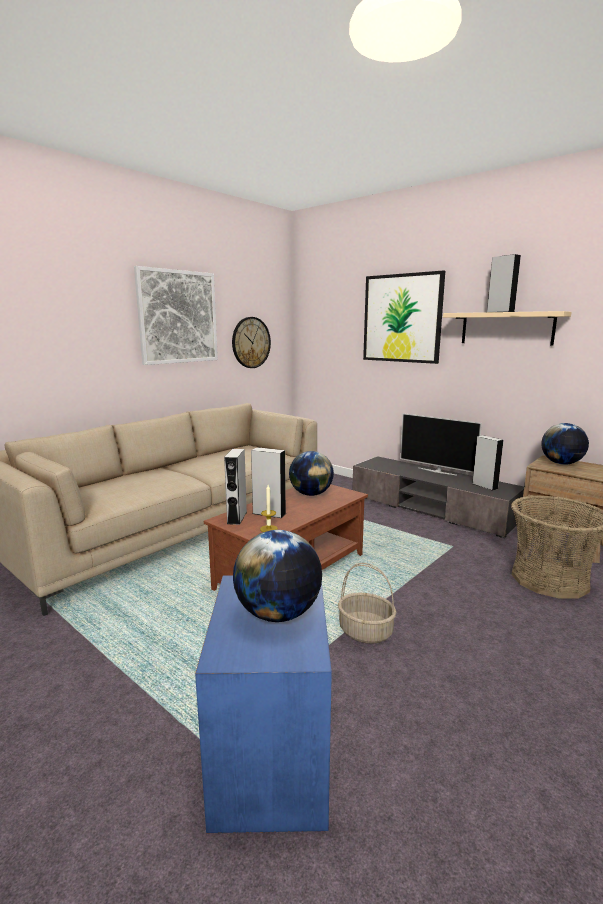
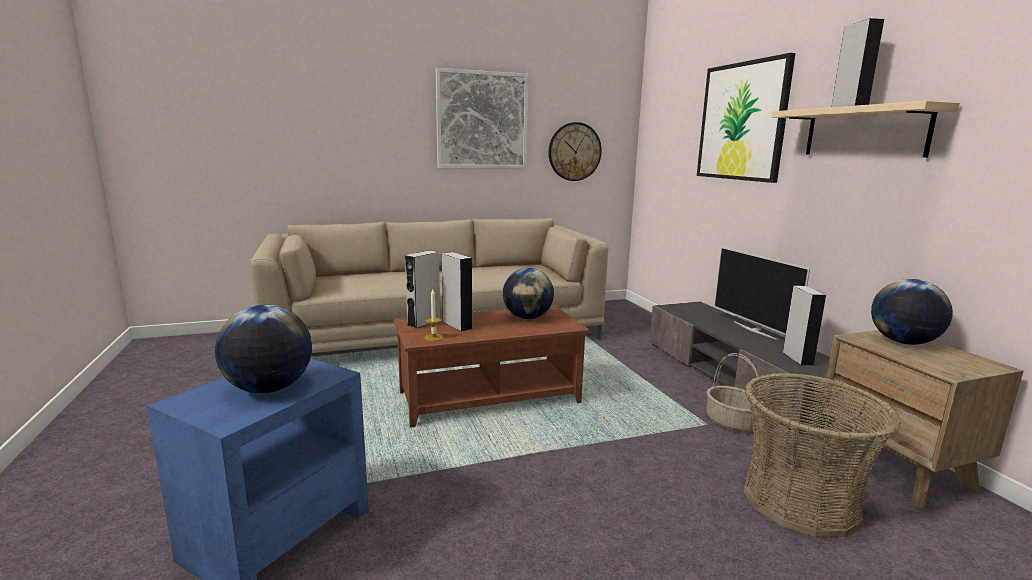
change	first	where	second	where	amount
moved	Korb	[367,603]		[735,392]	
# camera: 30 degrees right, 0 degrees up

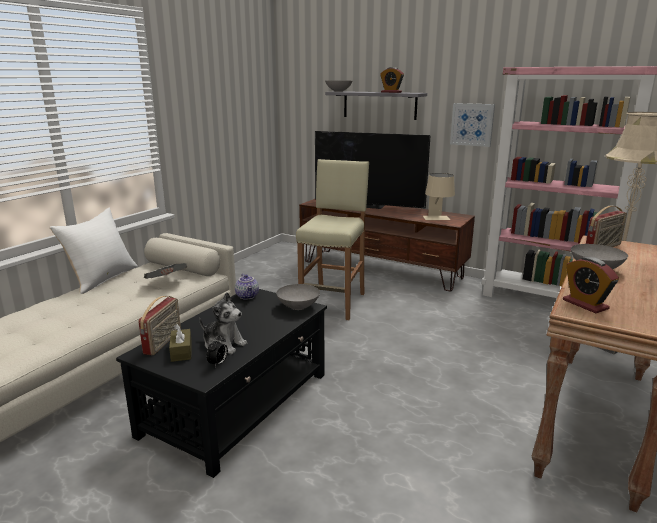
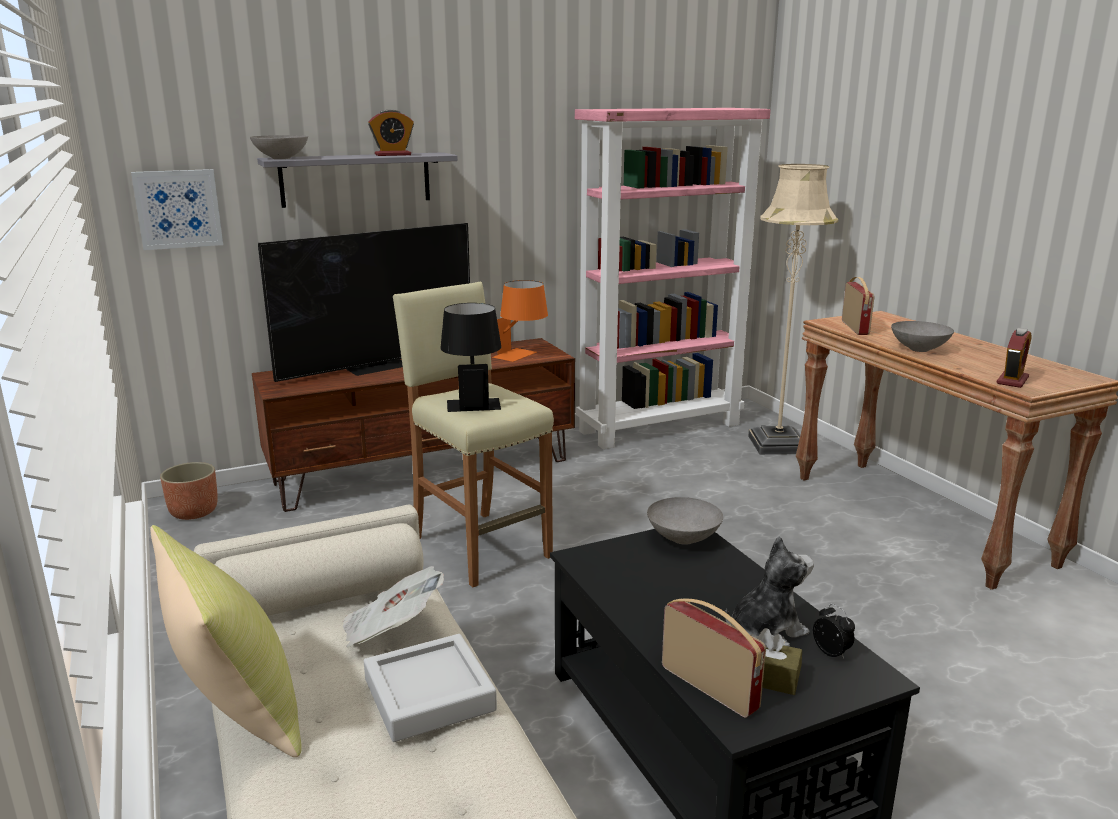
change	first	where	second	where	amount
moved	Bild	[472,125]		[177,209]	
recoloured	Tischlampe [beige]	[439,196]	Tischlampe [orange]	[520,321]	
recoloured	Kissen [weiß]	[94,251]	Kissen [gelb]	[226,641]	
turned	Wecker	[591,285]		[1014,358]	60 degrees counterclockwise
removed	Teekanne	[247,286]			
added			Tischlampe [schwarz]	[470,357]	
added			Pflanzkübel	[189,491]	
added			Tablett [grau]	[430,688]	
# camera: 55 degrees left, 0 degrees up

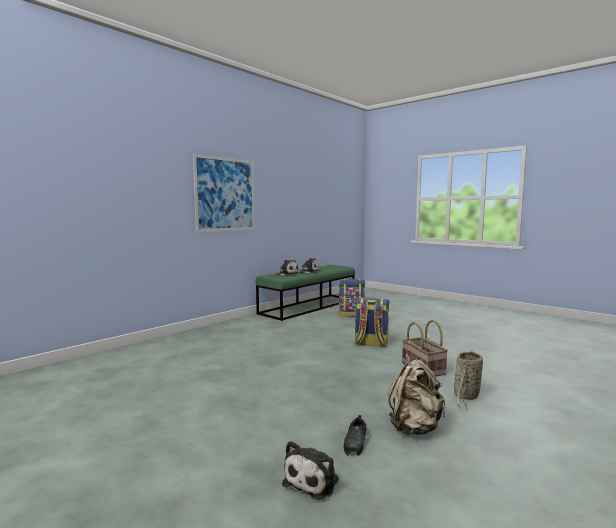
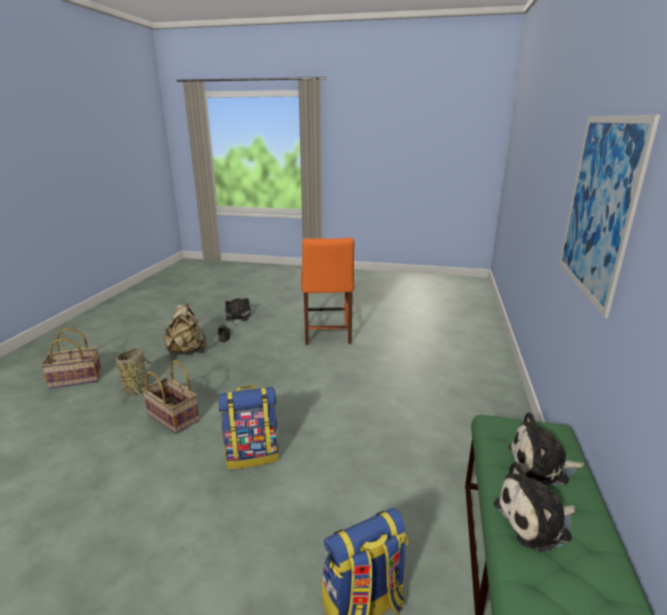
change	first	where	second	where	amount
added			Stuhl [orange]	[327,291]	
added			Korb	[71,358]	
# camera: 150 degrees right, 15 degrees up

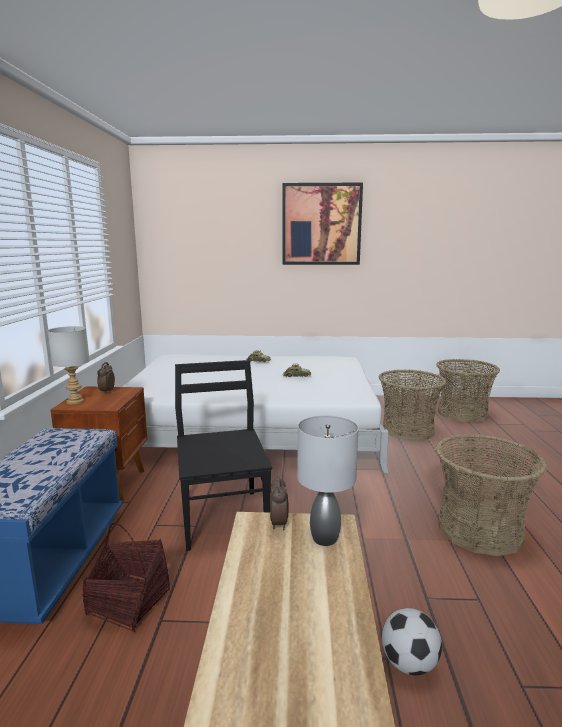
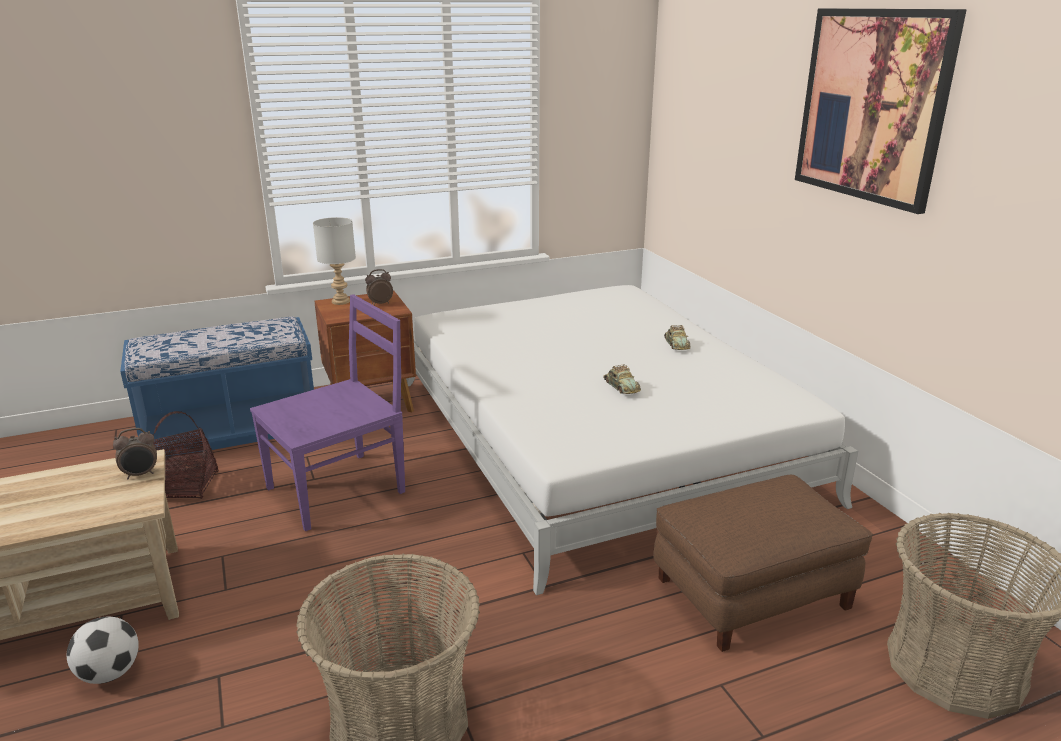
change	first	where	second	where	amount
recoloured	Stuhl [schwarz]	[223,455]	Stuhl [lila]	[327,412]	
replaced	Korb	[412,405]	Polsterhocker [braun]	[763,563]	
removed	Tischlampe [grau]	[328,480]			
# camera: 65 degrees right, 10 degrees up

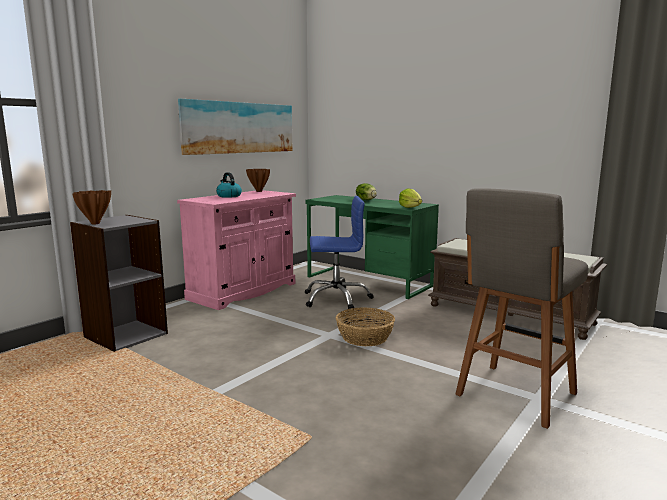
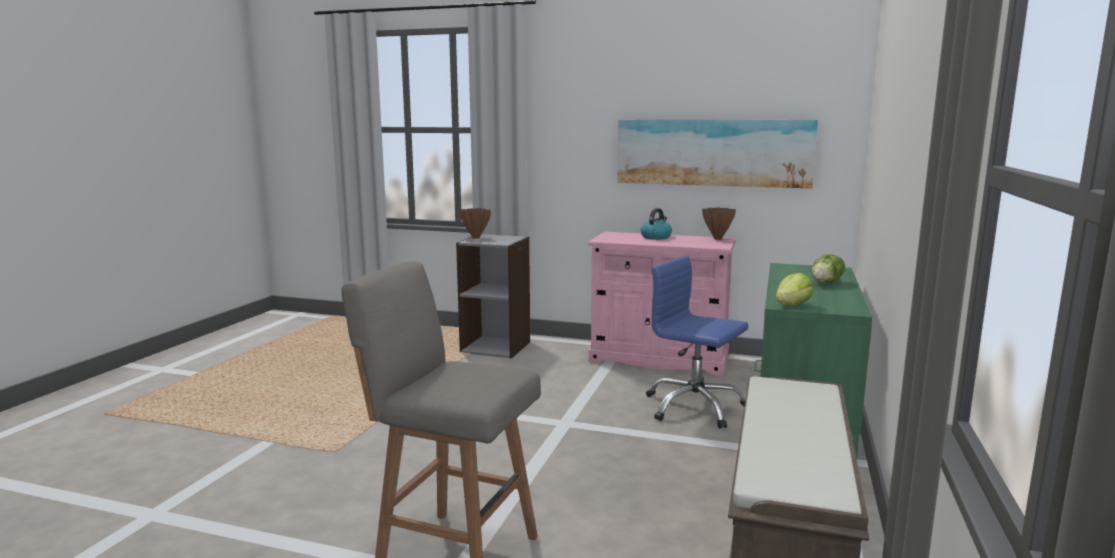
change	first	where	second	where	amount
turned	Bürostuhl [blau]	[339,252]		[697,342]	150 degrees clockwise
removed	Korb	[365,326]			
# camera: 70 degrees right, 0 degrees up

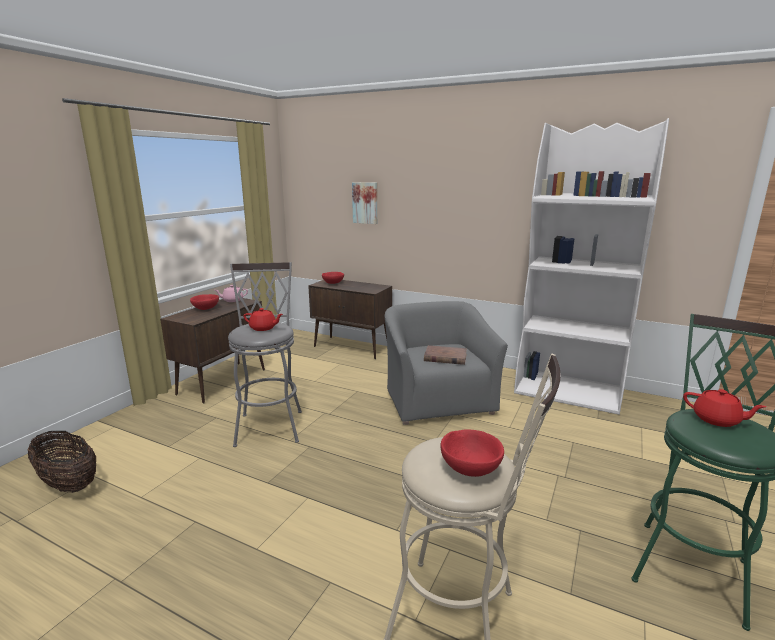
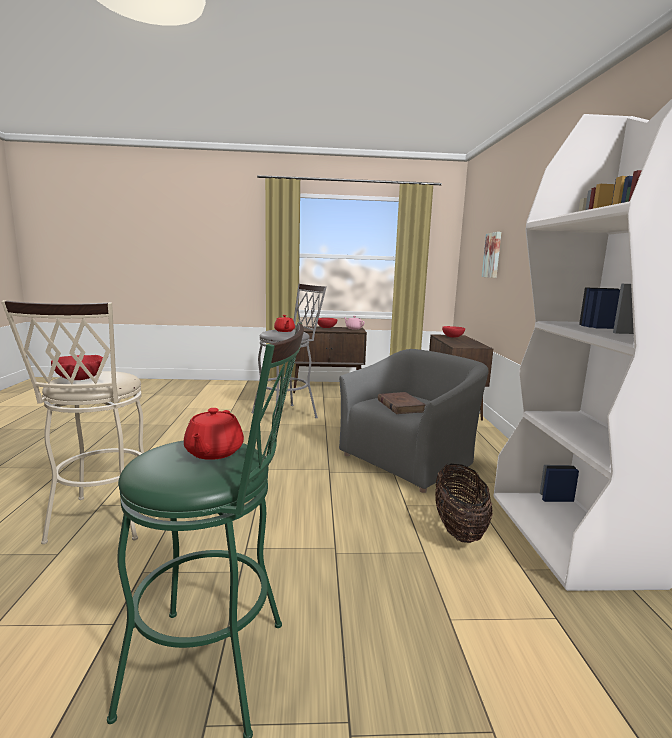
change	first	where	second	where	amount
moved	Korb	[62,462]		[464,503]	
# camera: 60 degrees right, 5 degrees down

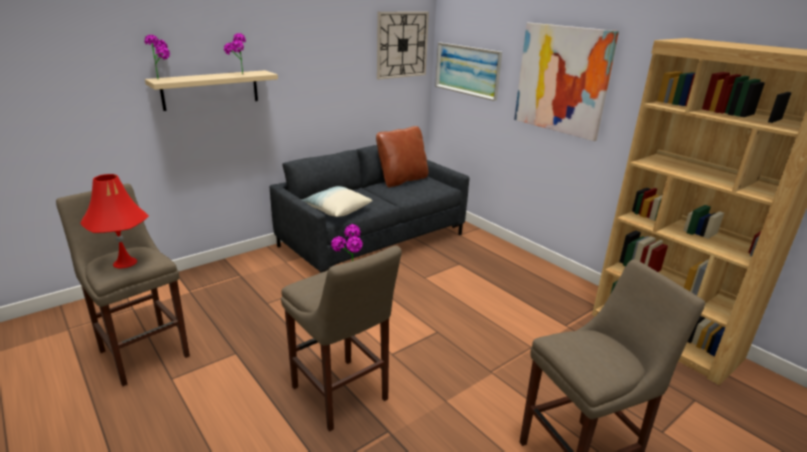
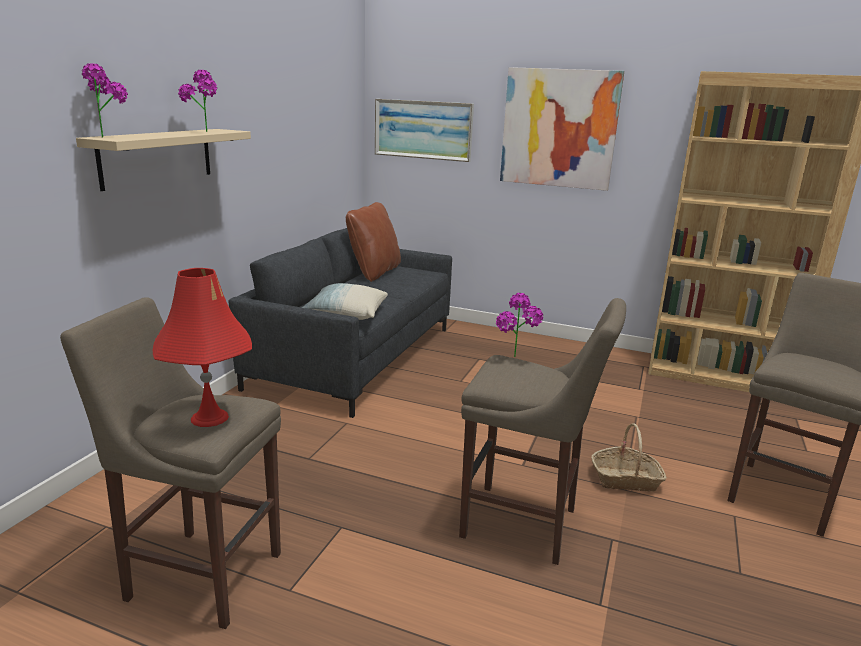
change	first	where	second	where	amount
removed	Wanduhr	[403,46]			
added			Korb	[629,457]	
# camera: 30 degrees left, 5 degrees down

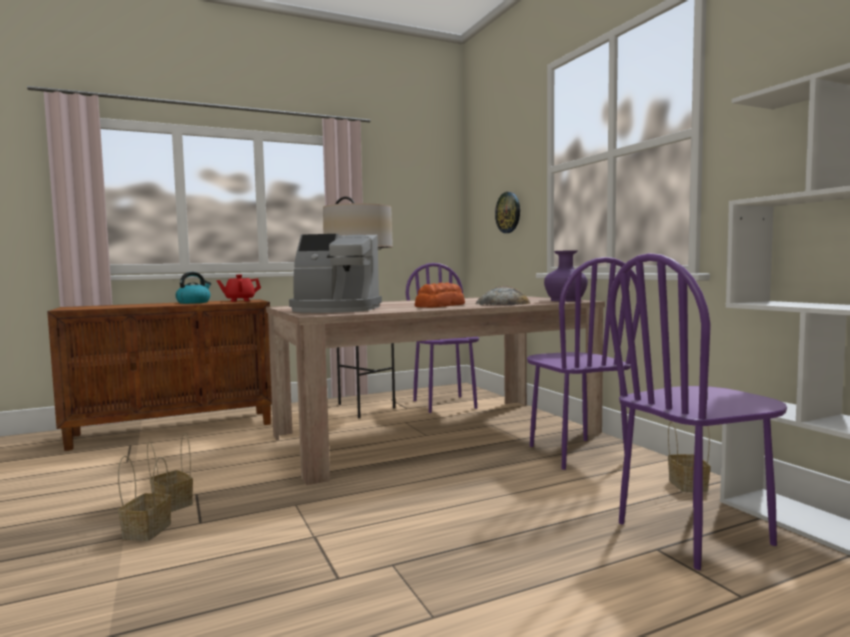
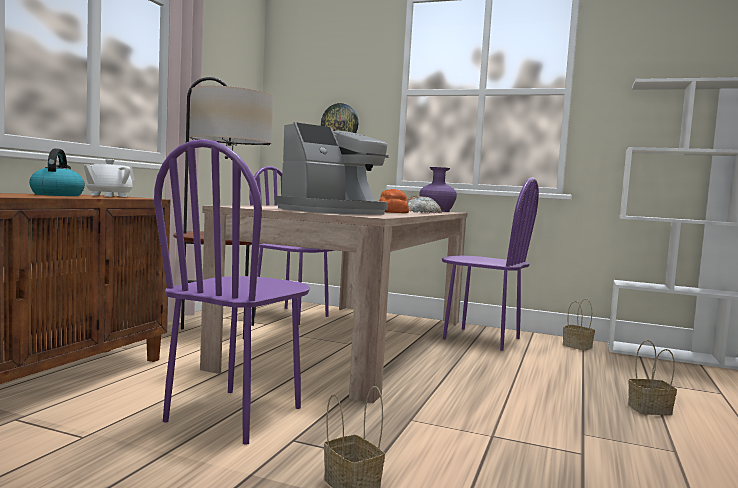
change	first	where	second	where	amount
moved	Stuhl [lila]	[697,411]		[232,292]	
recoloured	Teekanne [rot]	[239,288]	Teekanne [weiß]	[109,178]	
moved	Korb	[170,472]		[652,377]	
# camera: 45 degrees left, 0 degrees up

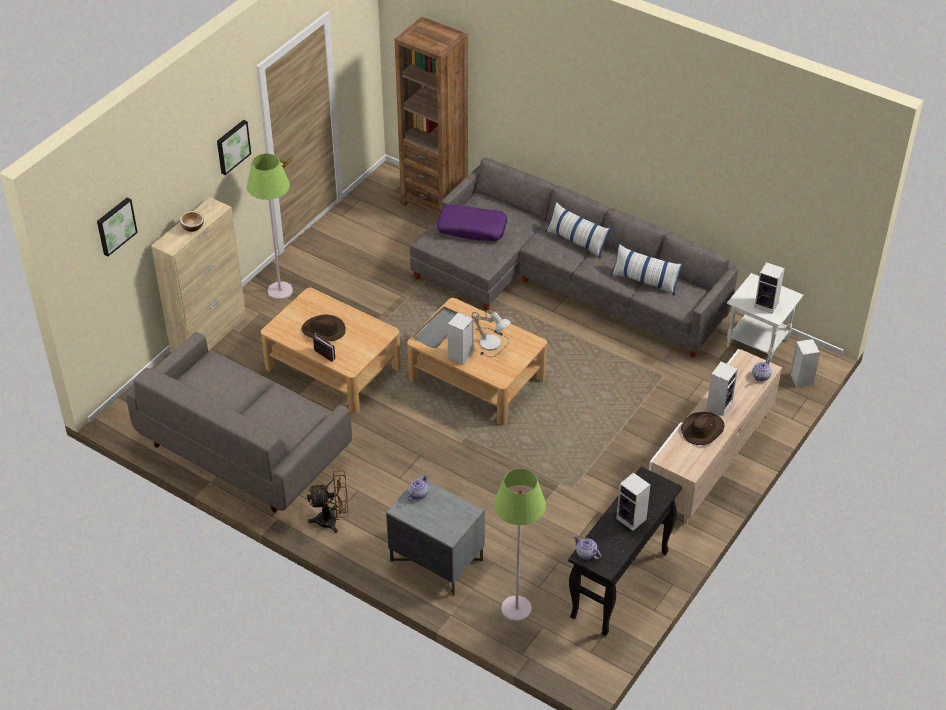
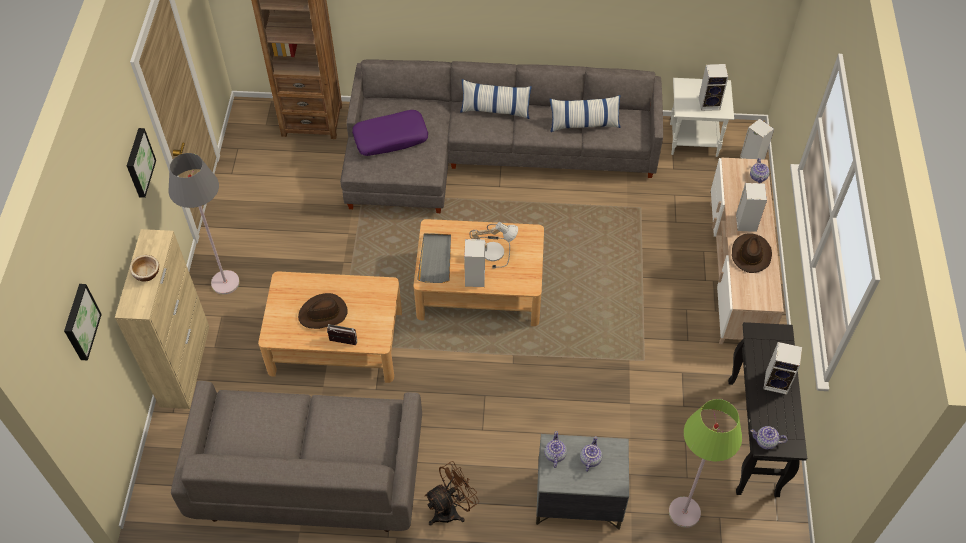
change	first	where	second	where	amount
recoloured	Stehlampe [grün]	[270,227]	Stehlampe [grau]	[204,224]	
added			Teekanne	[591,454]	
# camera: 30 degrees left, 10 degrees up

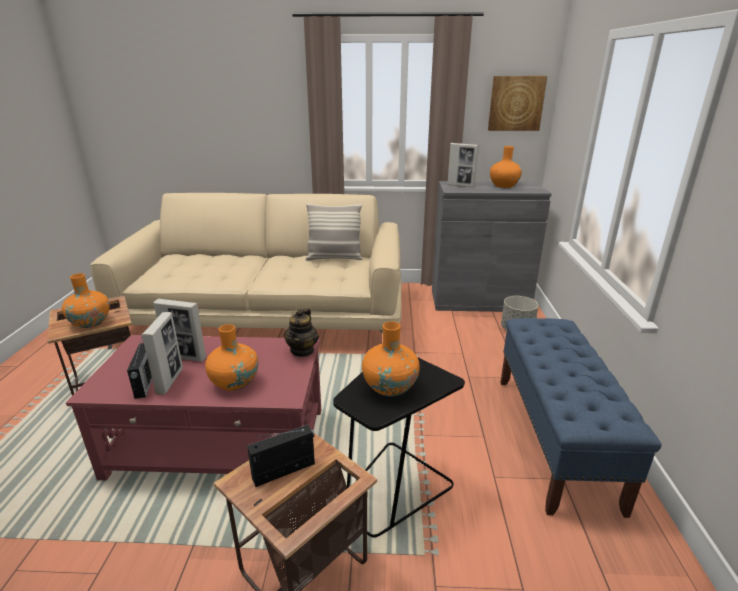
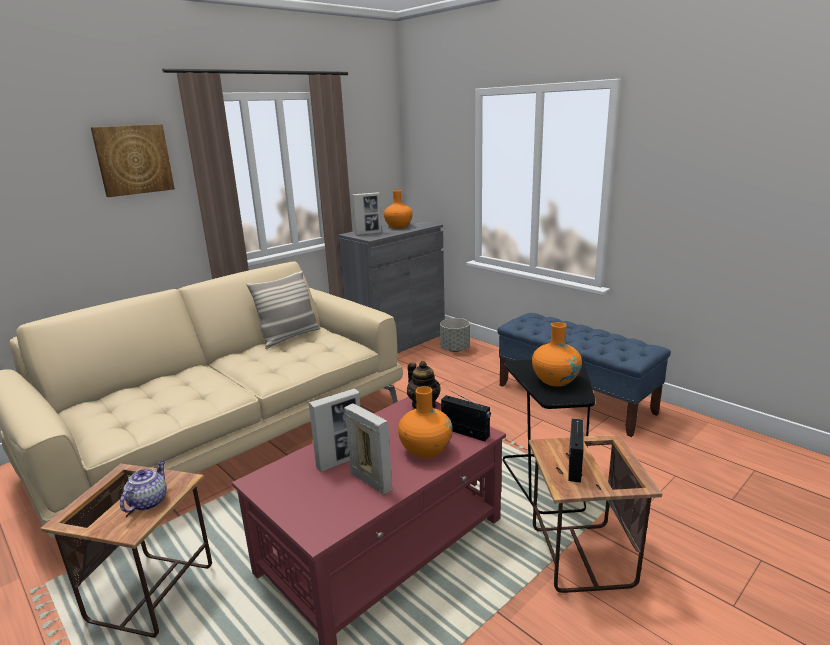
change	first	where	second	where	amount
moved	Bild	[517,103]		[133,160]	
replaced	Vase [orange]	[86,300]	Teekanne	[143,486]	
moved	Radio	[139,368]		[466,415]	
# camera: 45 degrees left, 5 degrees down

